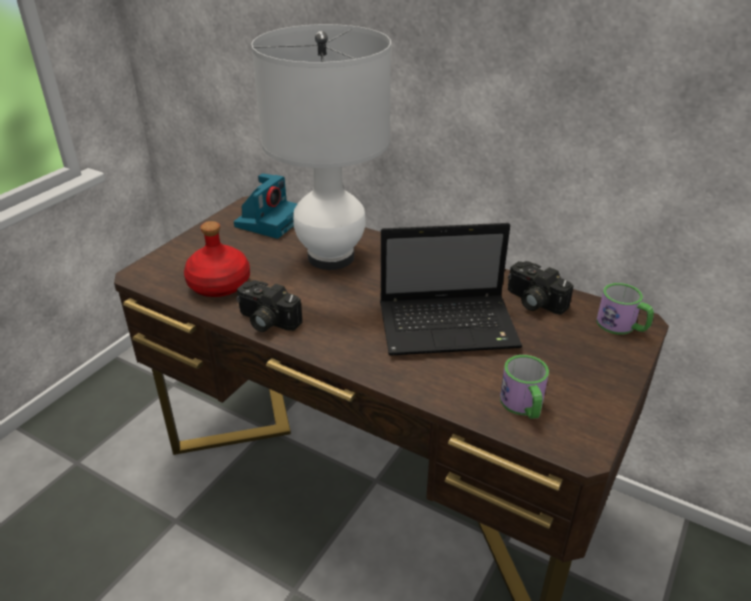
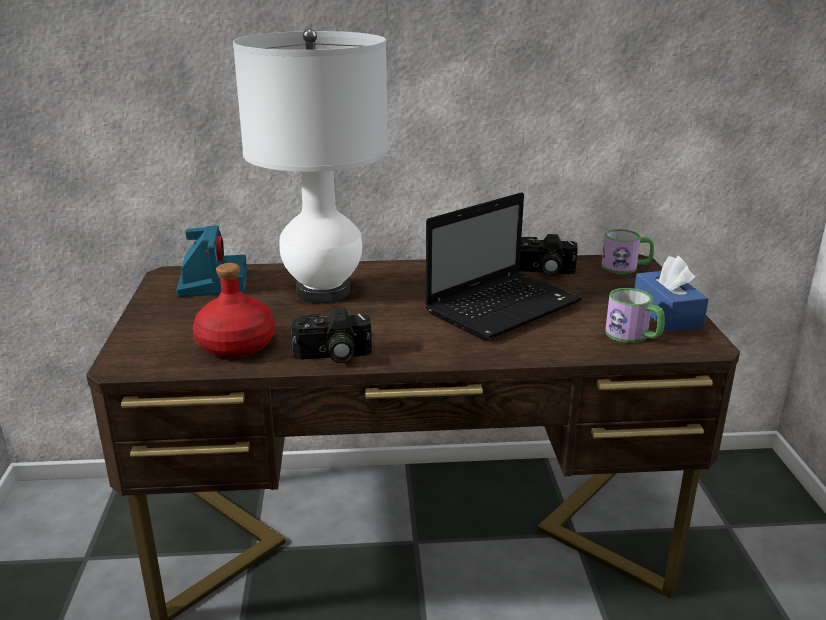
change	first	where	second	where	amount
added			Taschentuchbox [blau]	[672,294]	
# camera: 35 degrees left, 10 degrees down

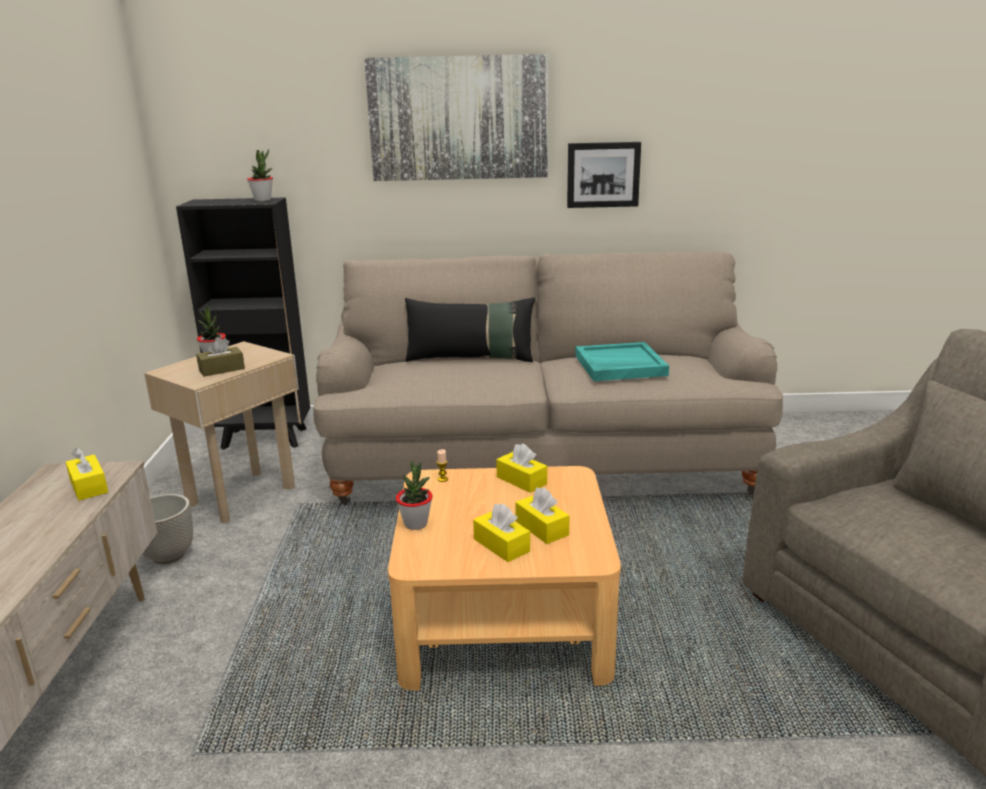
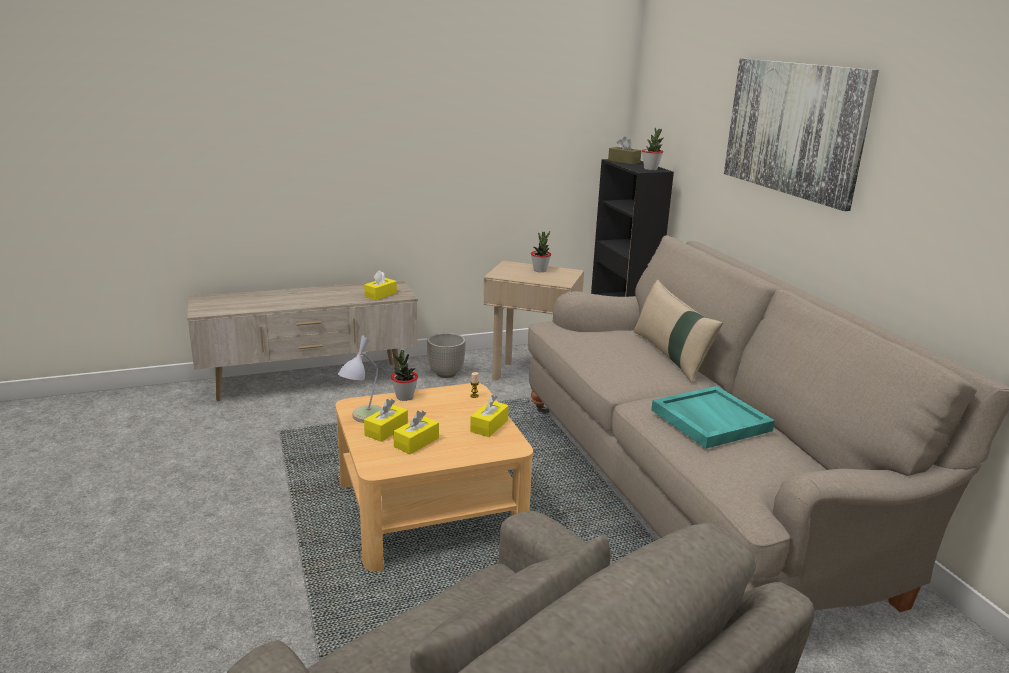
change	first	where	second	where	amount
removed	Bild	[604,175]			
recoloured	Kissen [schwarz]	[470,329]	Kissen [beige]	[678,331]	
moved	Taschentuchbox [braun]	[220,357]		[625,151]	
added			Tischlampe	[360,379]	
# camera: 70 degrees right, 0 degrees up

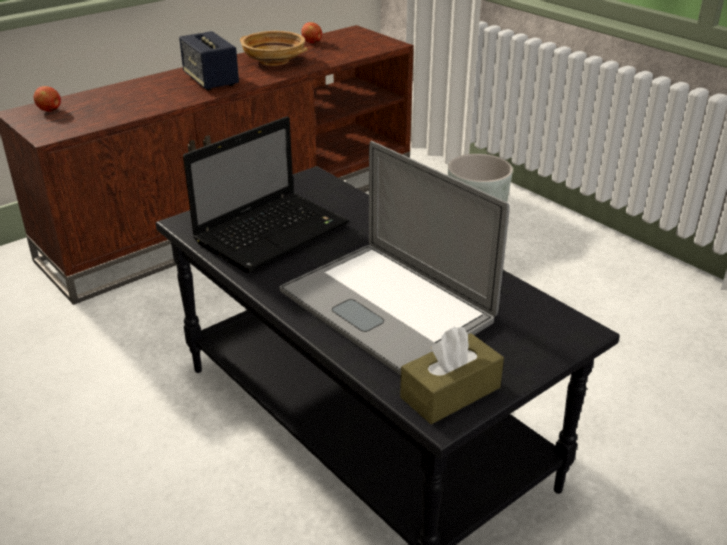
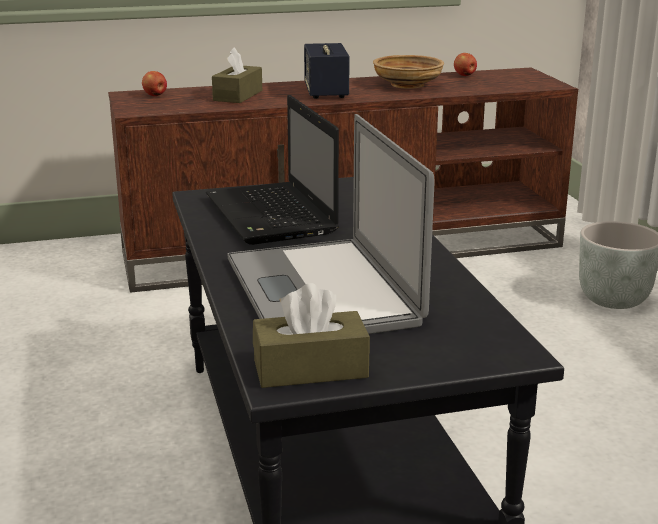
change	first	where	second	where	amount
turned	Laptop	[266,194]		[272,170]	90 degrees clockwise
added			Taschentuchbox [braun]	[237,75]	
# camera: 25 degrees right, 10 degrees down

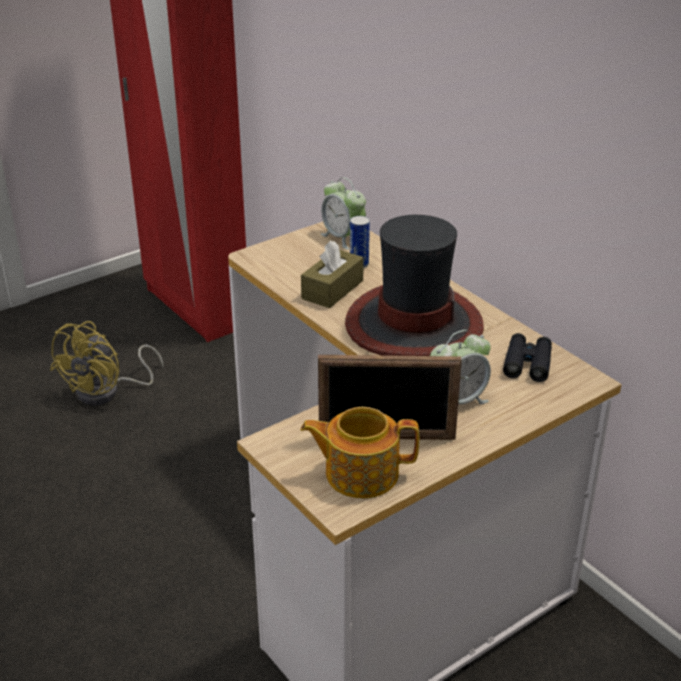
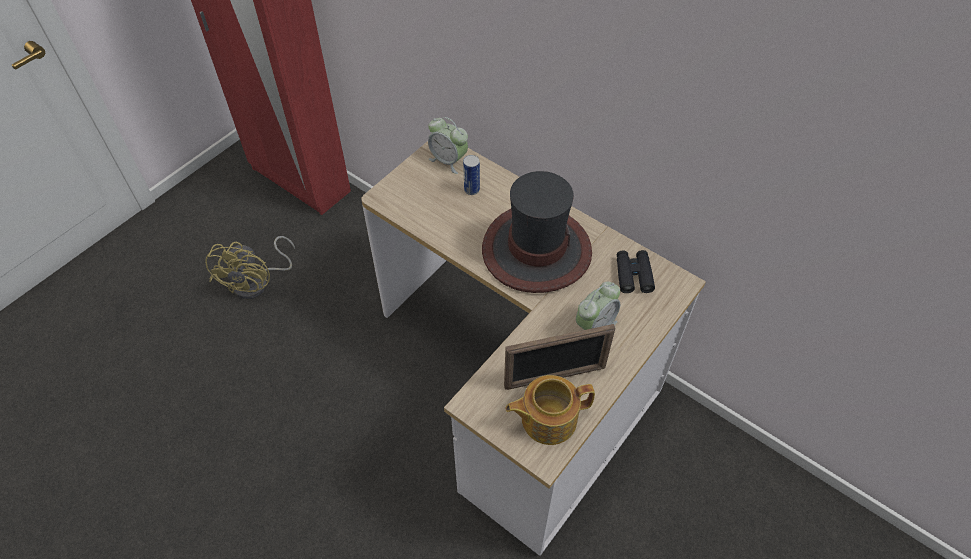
change	first	where	second	where	amount
removed	Taschentuchbox [braun]	[332,274]			
# camera: 15 degrees left, 20 degrees up

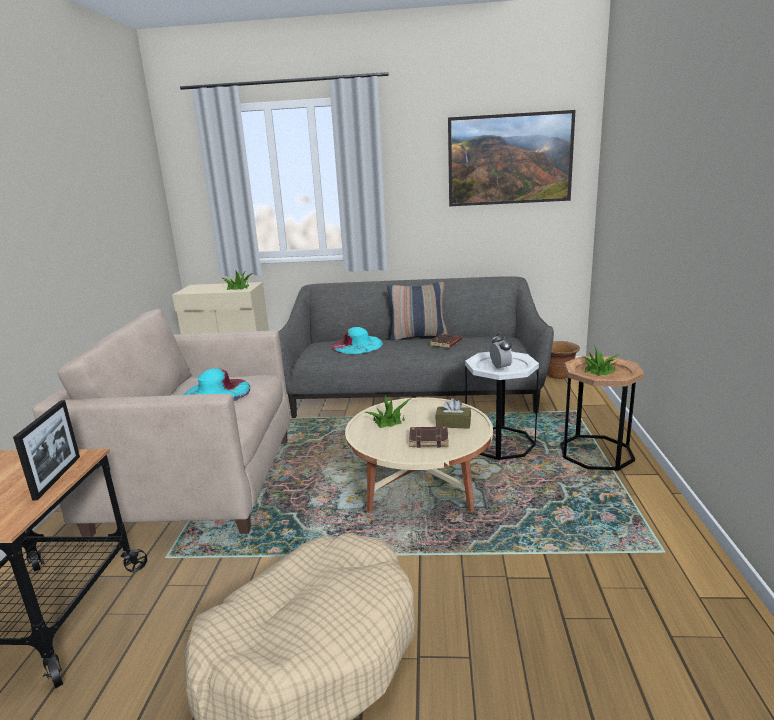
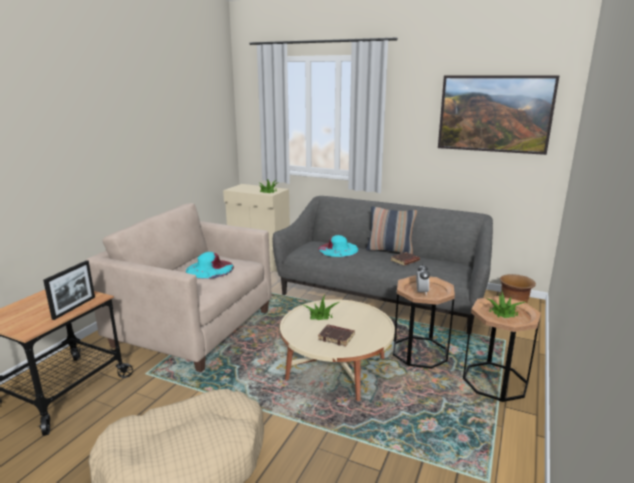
change	first	where	second	where	amount
recoloured	Beistelltisch [weiß]	[502,406]	Beistelltisch [braun]	[424,322]	
removed	Taschentuchbox [braun]	[453,413]			
# camera: 20 degrees right, 0 degrees up

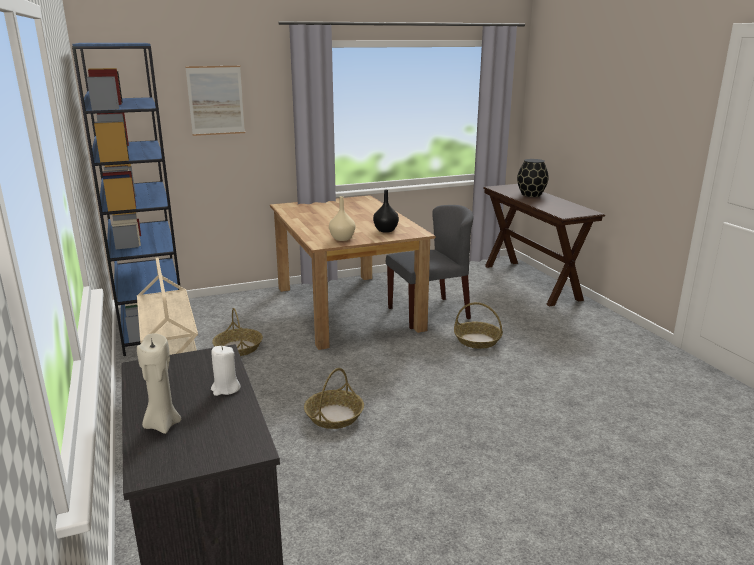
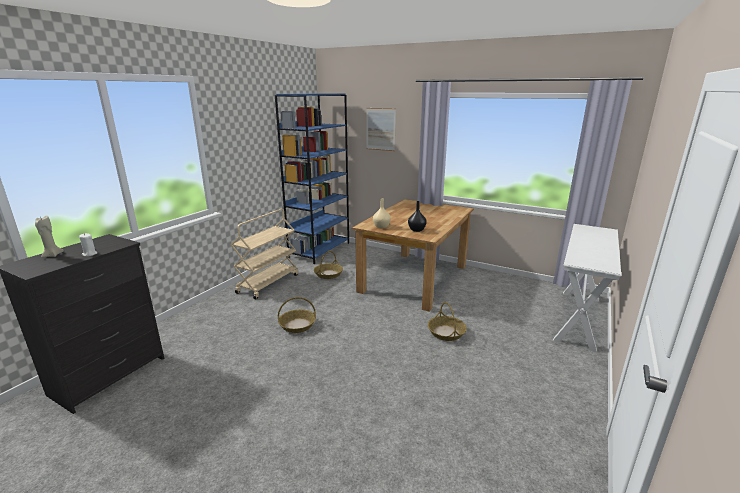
change	first	where	second	where	amount
removed	Vase [schwarz]	[533,178]			
recoloured	Konsolentisch [braun]	[544,245]	Konsolentisch [weiß]	[587,288]	
removed	Stuhl [grau]	[430,267]			
# camera: 50 degrees right, 0 degrees up

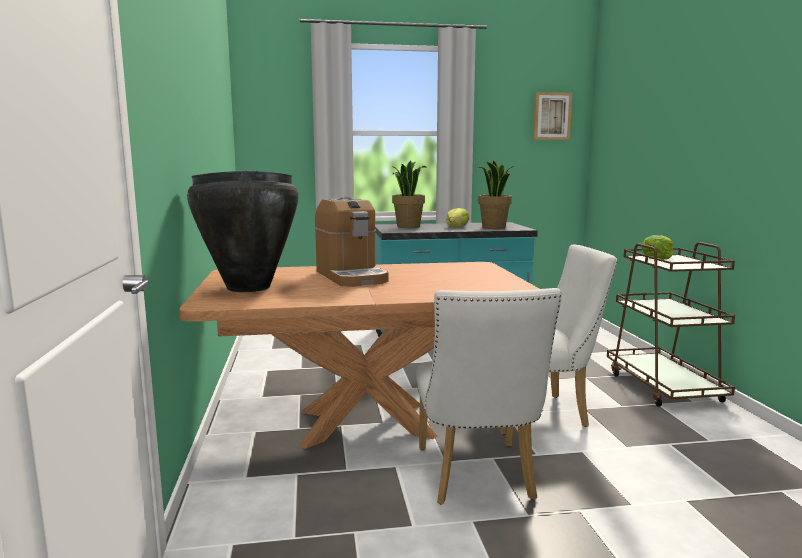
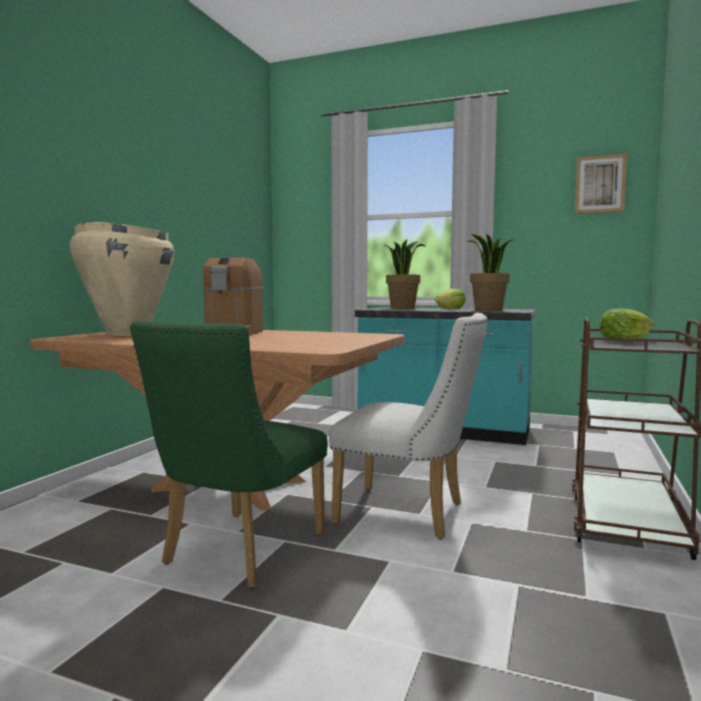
change	first	where	second	where	amount
recoloured	Vase [schwarz]	[242,231]	Vase [beige]	[122,279]	
recoloured	Stuhl [weiß]	[489,396]	Stuhl [grün]	[229,455]	
# camera: 30 degrees right, 5 degrees down

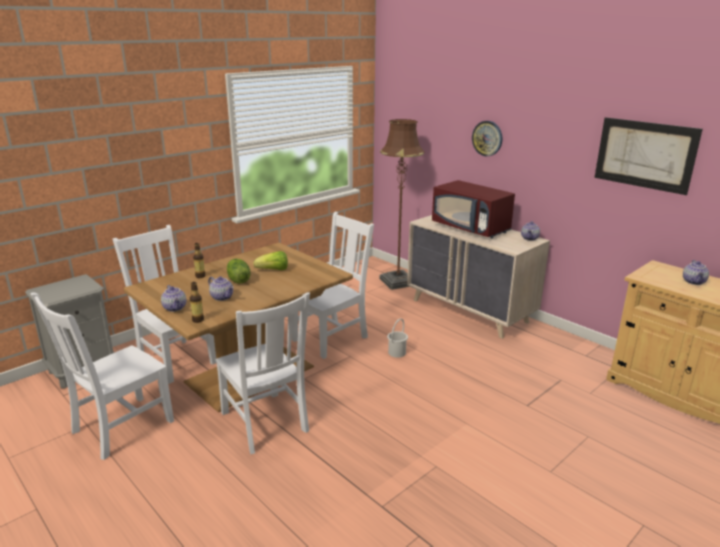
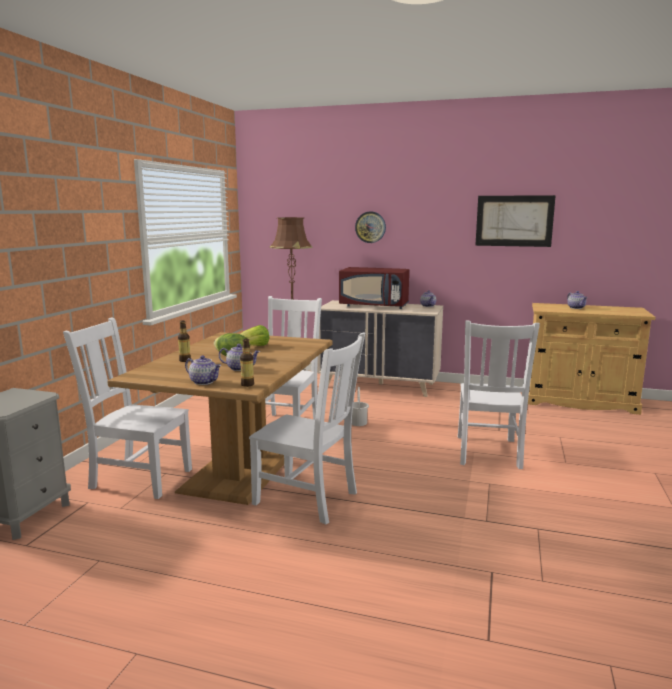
change	first	where	second	where	amount
moved	Stuhl [weiß]	[102,376]		[499,394]	
# camera: 30 degrees left, 10 degrees down

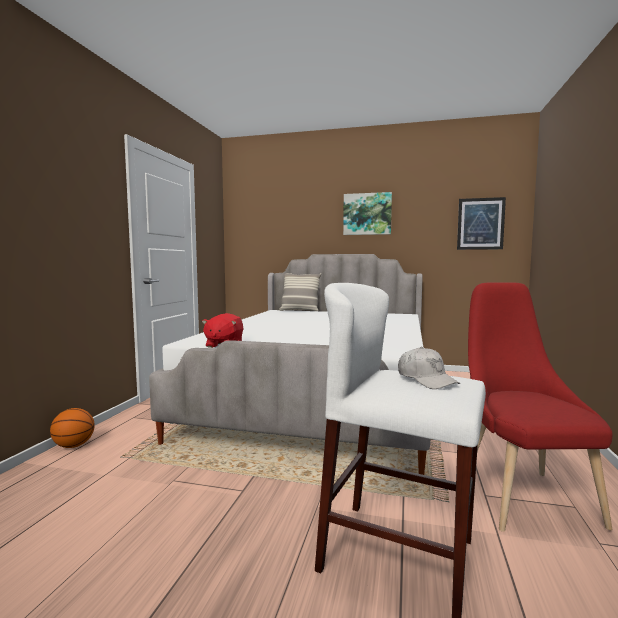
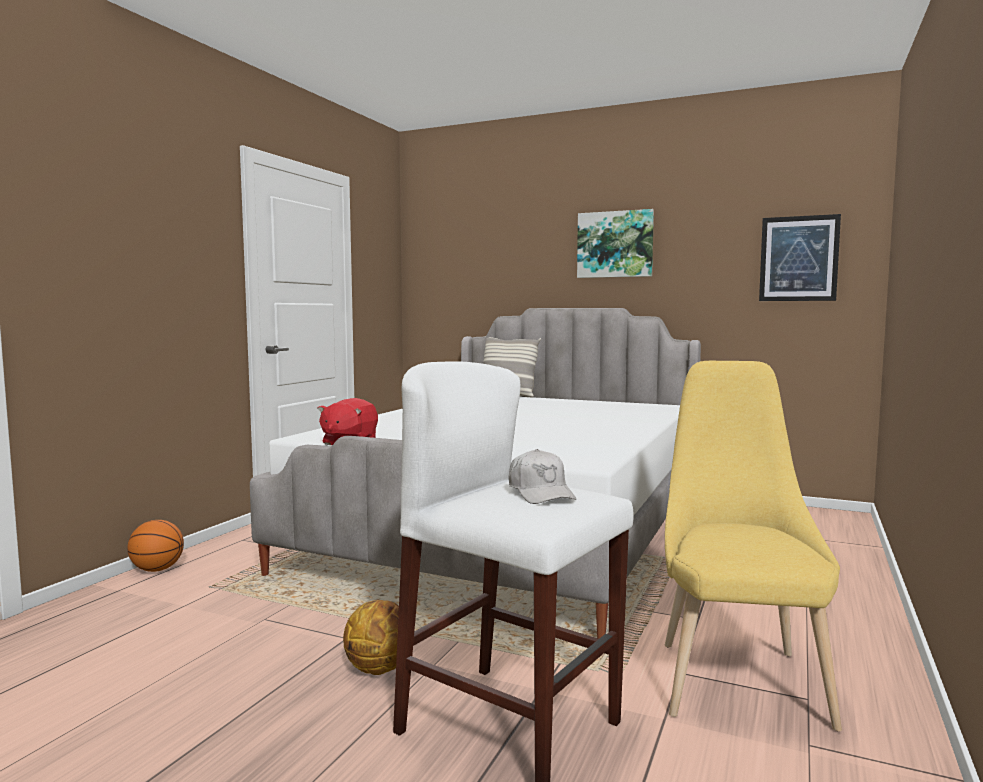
change	first	where	second	where	amount
recoloured	Stuhl [rot]	[540,407]	Stuhl [gelb]	[753,546]	
added			Basketball	[371,637]	
# camera: 10 degrees right, 0 degrees up

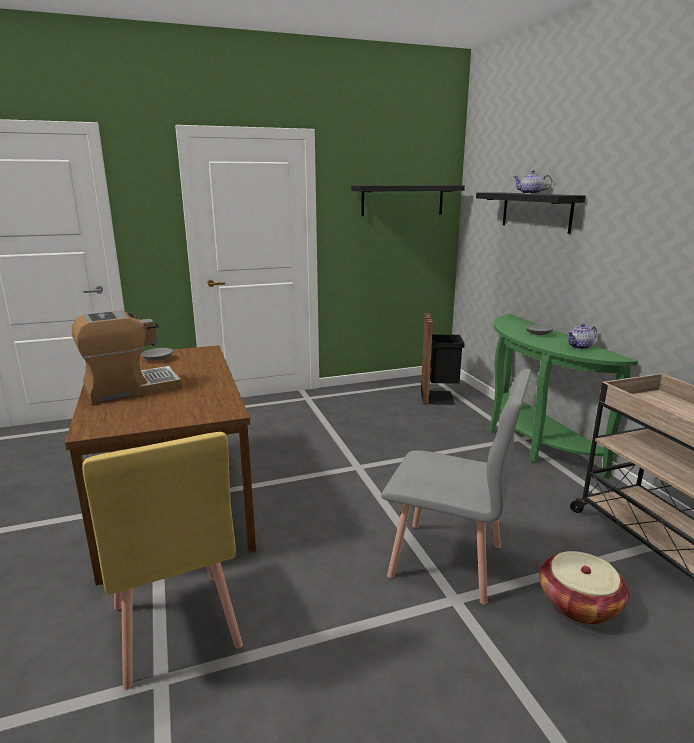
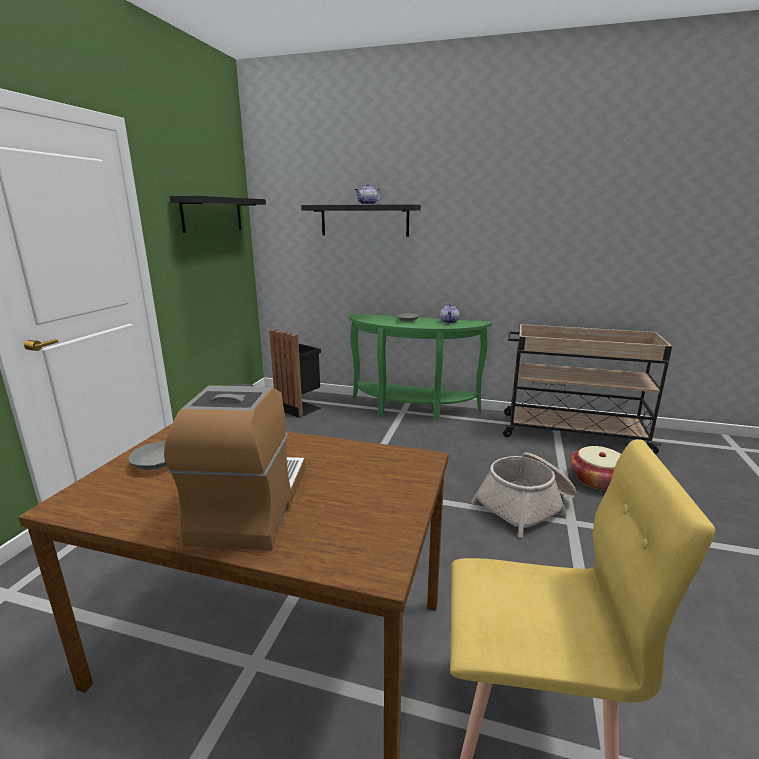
change	first	where	second	where	amount
replaced	Stuhl [grau]	[456,487]	Korb	[524,495]	
# camera: 55 degrees left, 0 degrees up

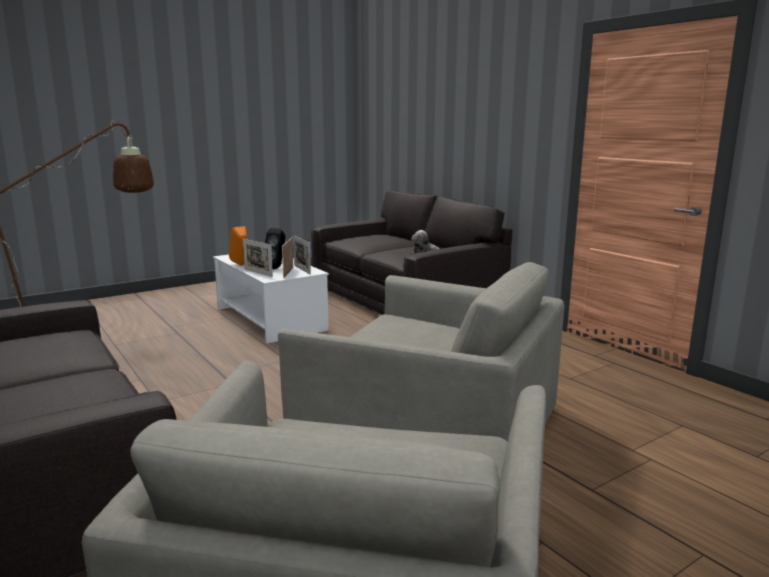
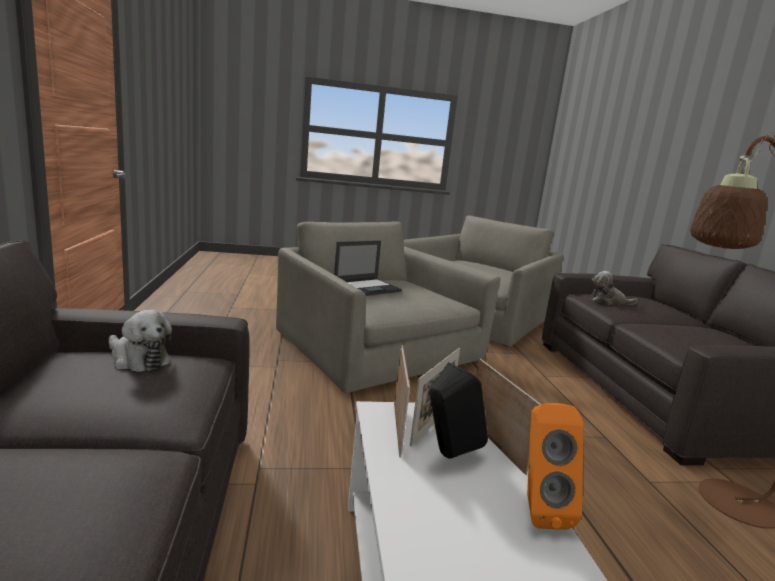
change	first	where	second	where	amount
added			Laptop	[368,268]	
added			Plüschtier	[614,288]	
# camera: 155 degrees left, 0 degrees up

